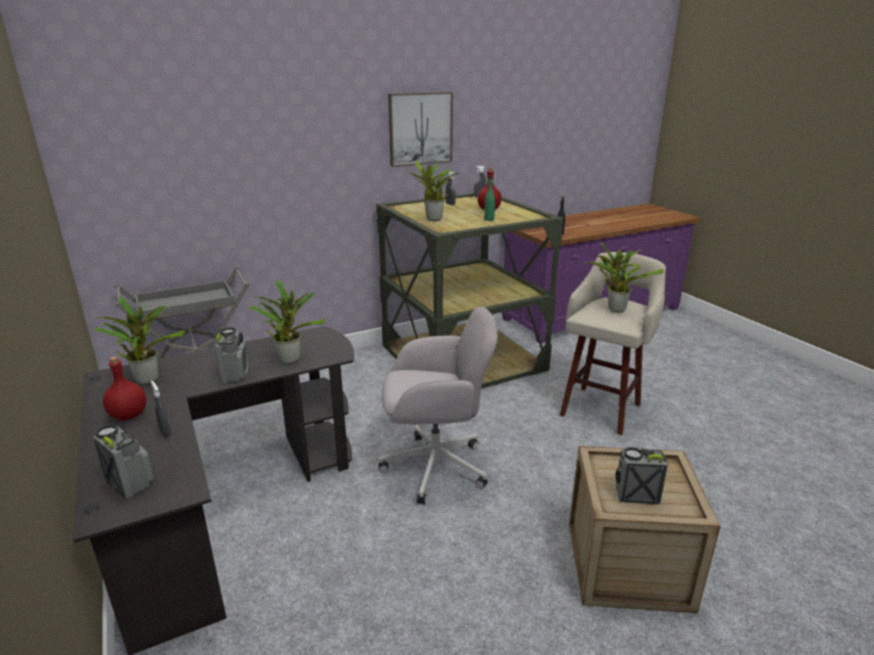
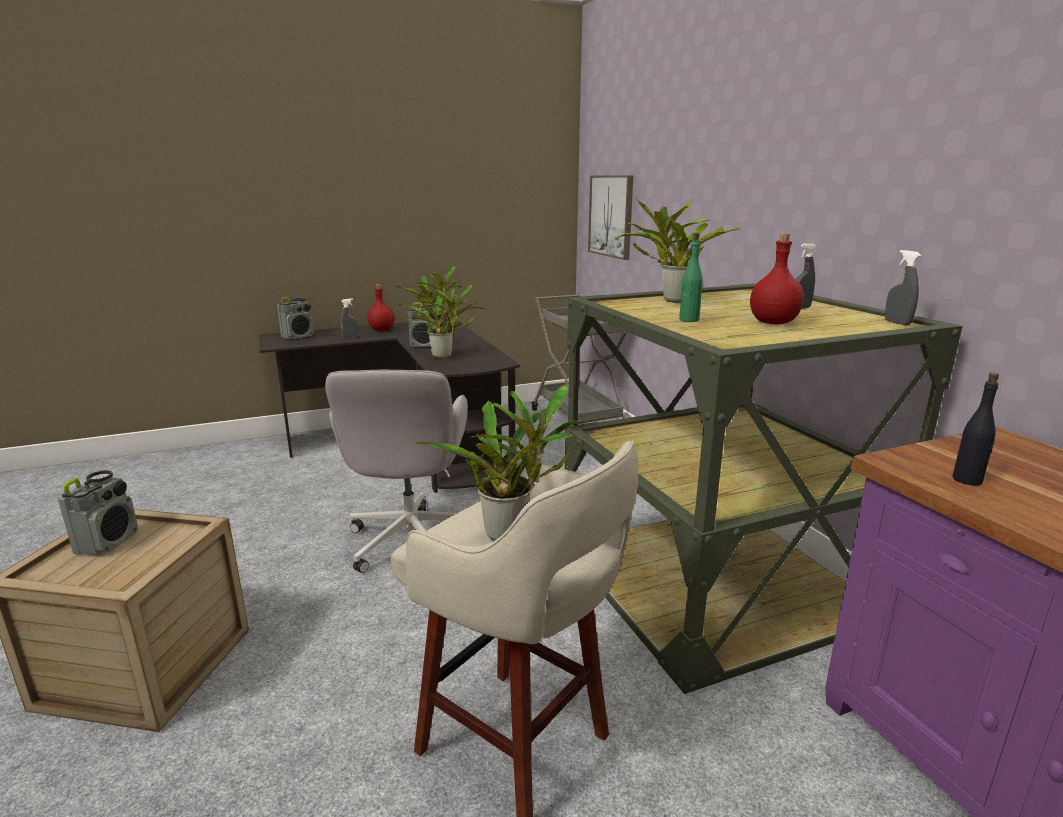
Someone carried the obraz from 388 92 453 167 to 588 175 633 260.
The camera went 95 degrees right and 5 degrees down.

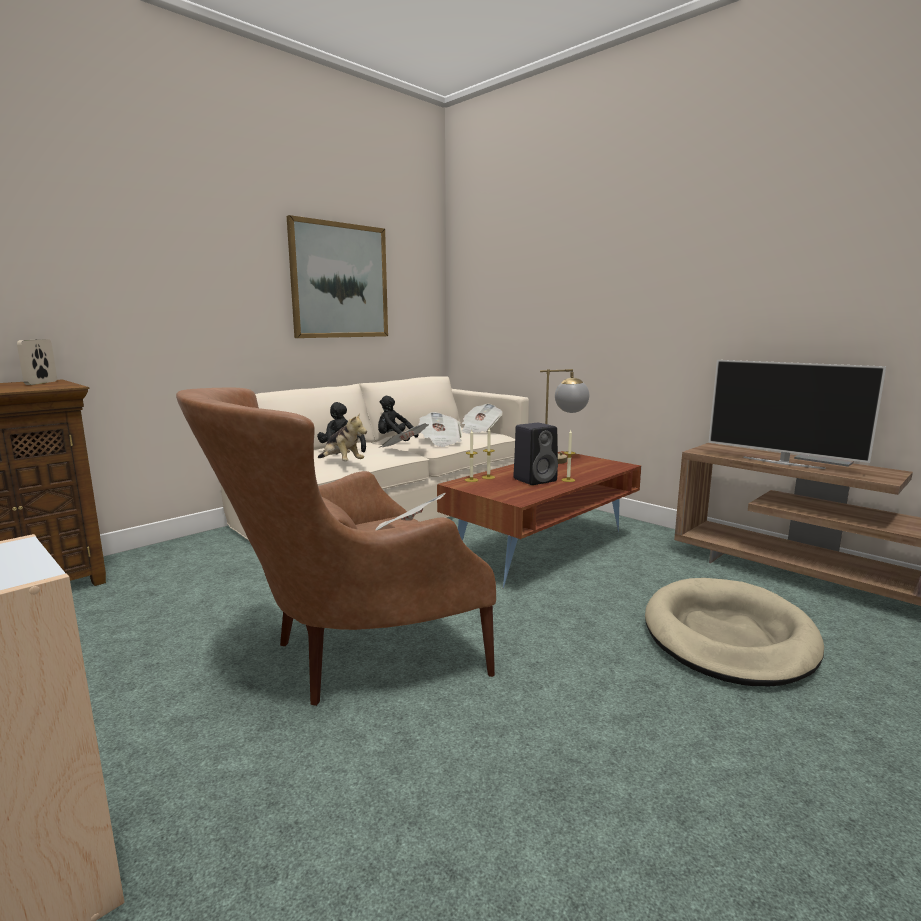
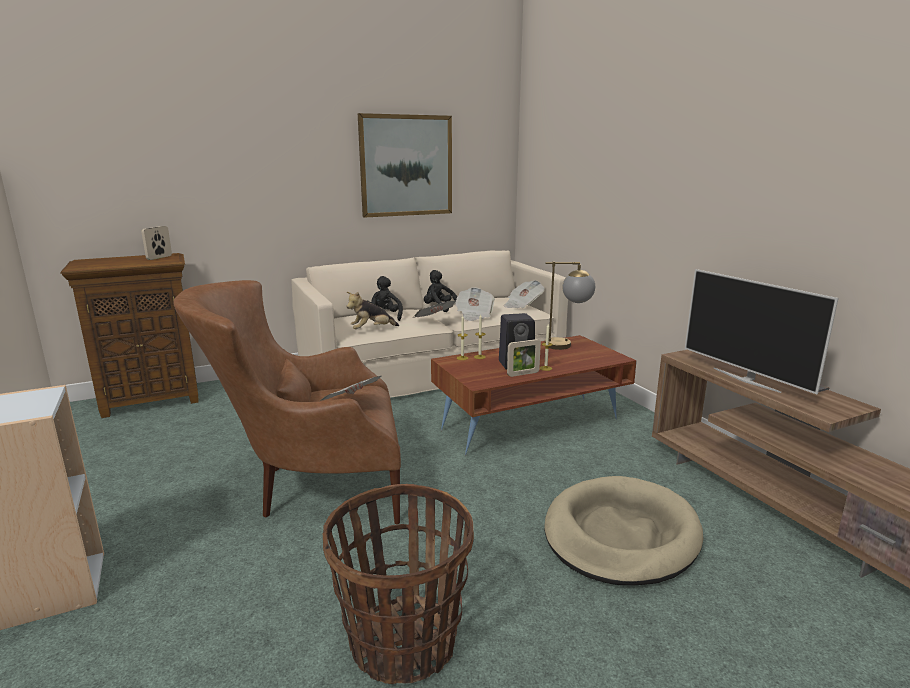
Someone rotated the pluszak at 318 413 367 461 by 90 degrees clockwise.
Someone put down the koszyk at 323 484 474 684.
Someone put down the ramka na zdjęcie at 507 339 541 377.
The camera went 20 degrees right and 5 degrees up.

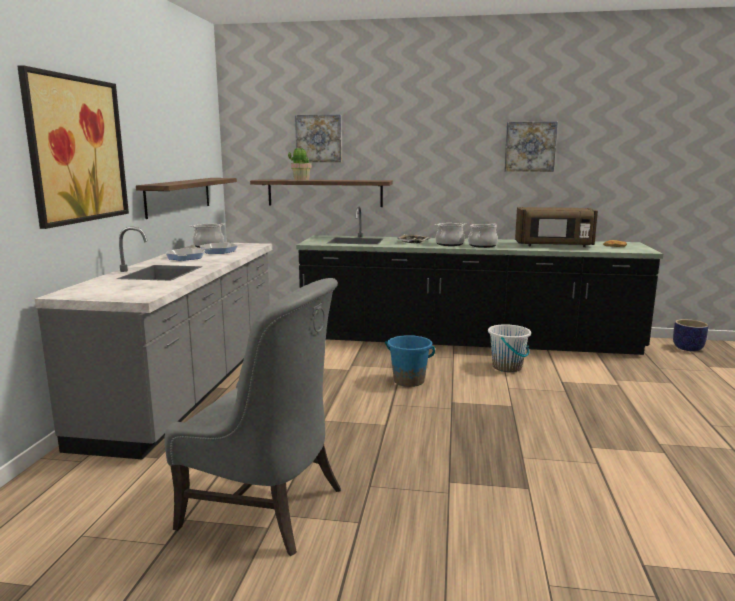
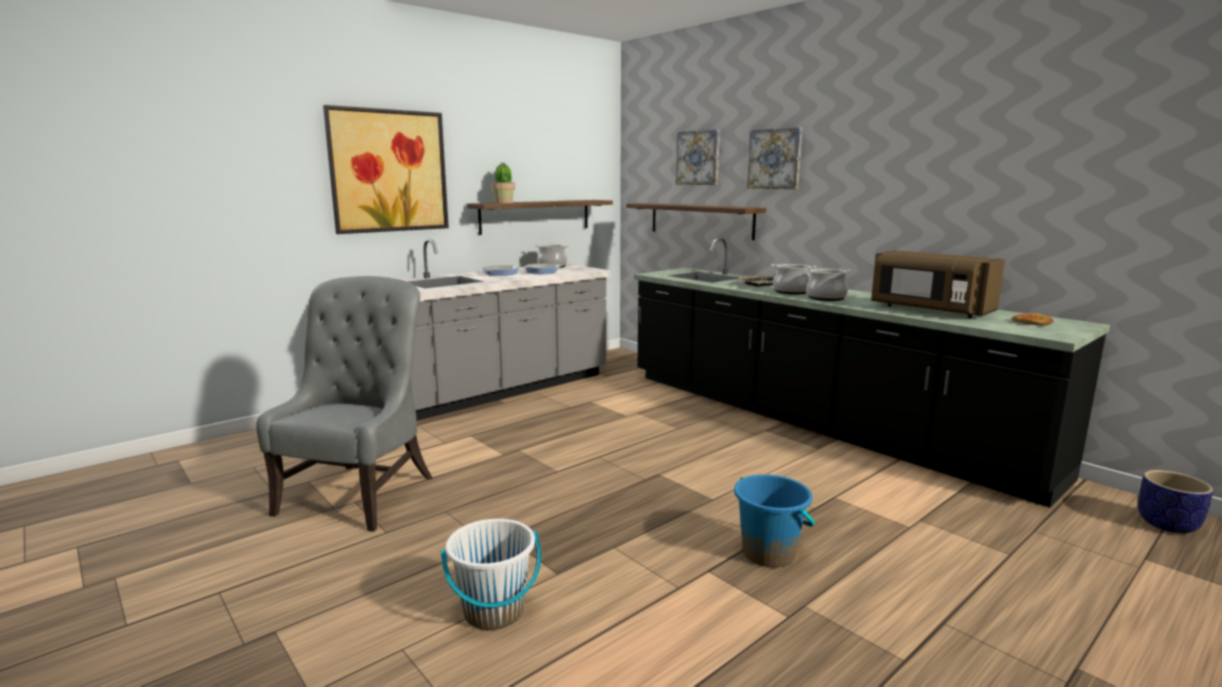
Someone rotated the krzesło (szary) at 165 278 341 556 by 135 degrees counterclockwise.
Someone carried the roślina doniczkowa from 288 146 311 181 to 491 162 515 203.
Someone carried the wiadro (niebieski) from 385 335 435 387 to 734 474 815 568.
Someone carried the wiadro (biały) from 488 324 531 372 to 441 519 541 630.
Someone carried the obraz from 504 122 558 172 to 747 127 802 189.
The camera went 40 degrees right and 0 degrees up.

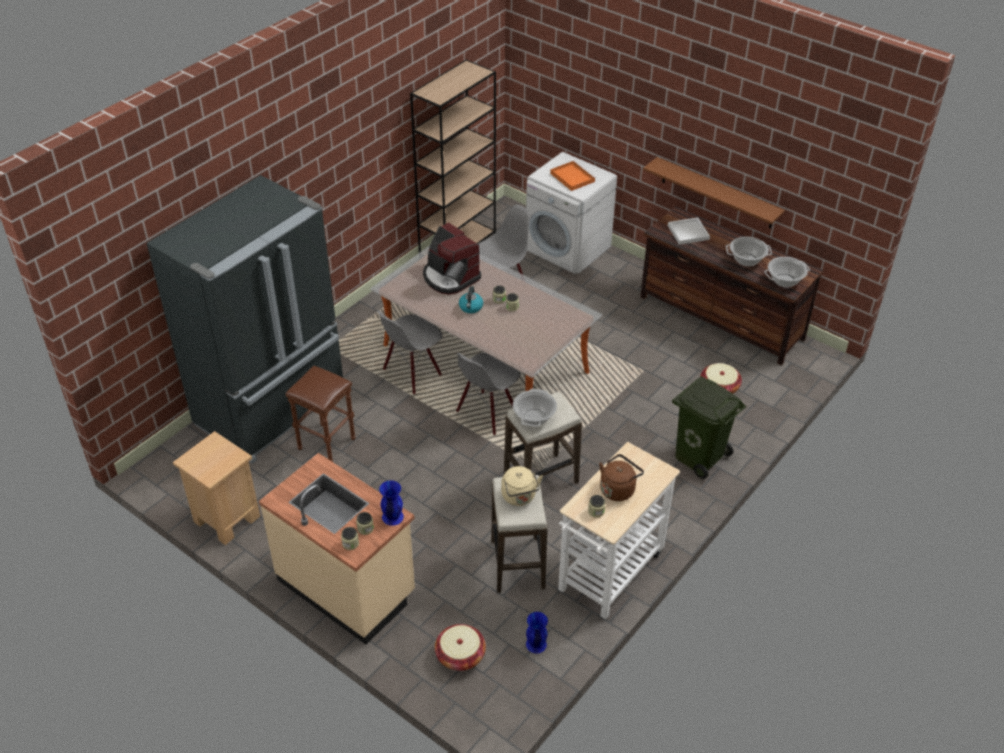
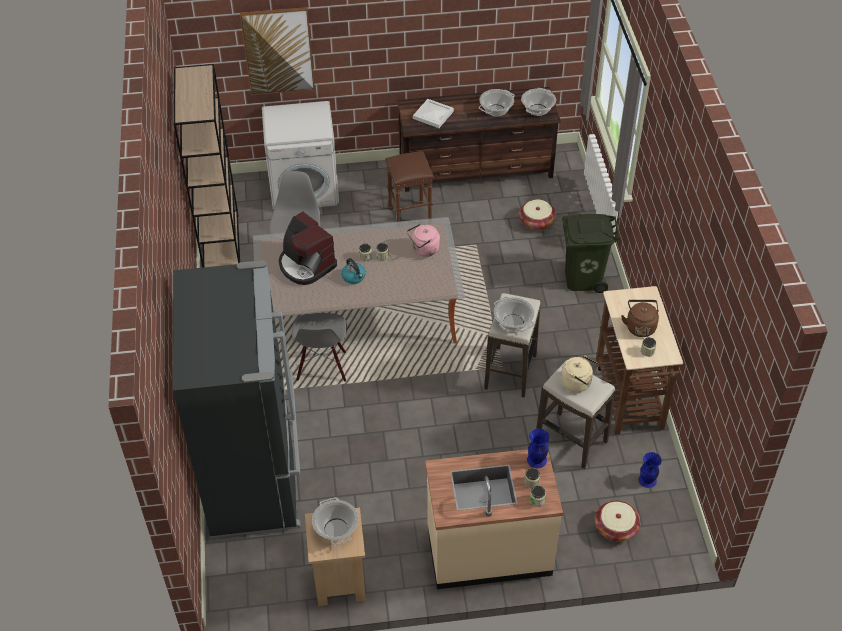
Someone carried the stołek (brązowy) from 286 366 355 462 to 385 151 434 222.
Someone rotated the ekspres do kawy at 423 223 481 295 by 45 degrees clockwise.
Someone took away the krzesło (szary) at 456 353 521 435.
Someone took away the taca (pomarańczowy) at 550 161 596 191.
Someone repainted the wózek (biały) at 558 442 680 619, which became the wózek (brązowy) at 596 286 683 435.
Someone took away the półka (brązowy) at 643 157 785 229.
Someone put up the obraz at 240 7 315 95.
Someone put down the garnek at 312 497 358 545.
Someone put down the czajnik (różowy) at 407 224 440 257.
The camera went 45 degrees left and 5 degrees up.

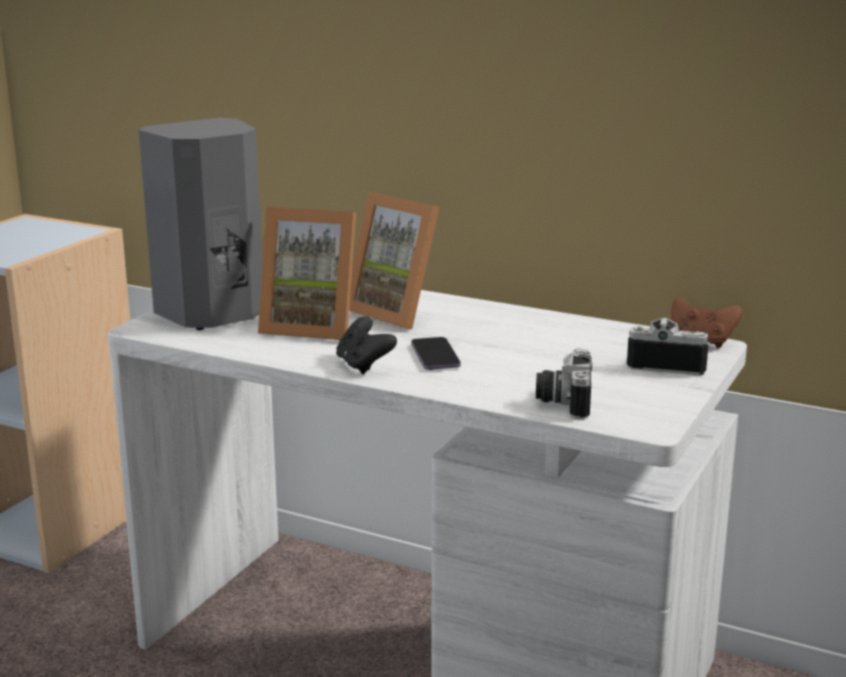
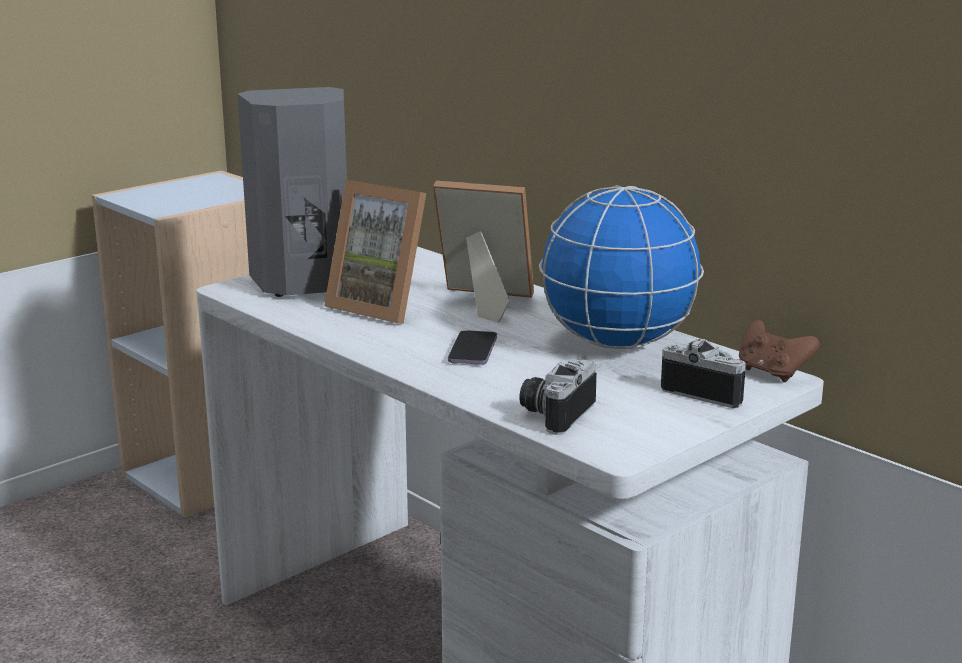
Someone took away the pad do gier (czarny) at 336 316 397 374.
Someone rotated the ramka na zdjęcie at 349 192 440 329 by 135 degrees clockwise.
Someone put down the globus at 539 185 704 349.
The camera went 20 degrees right and 0 degrees up.

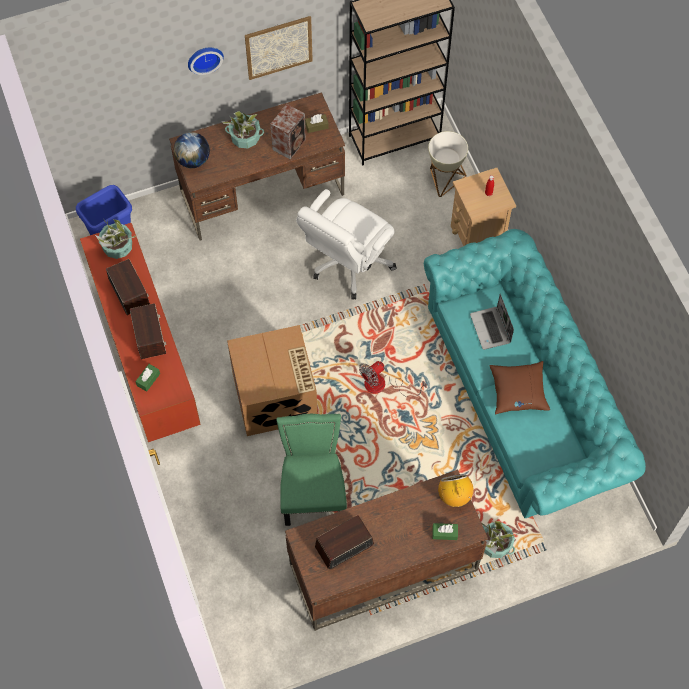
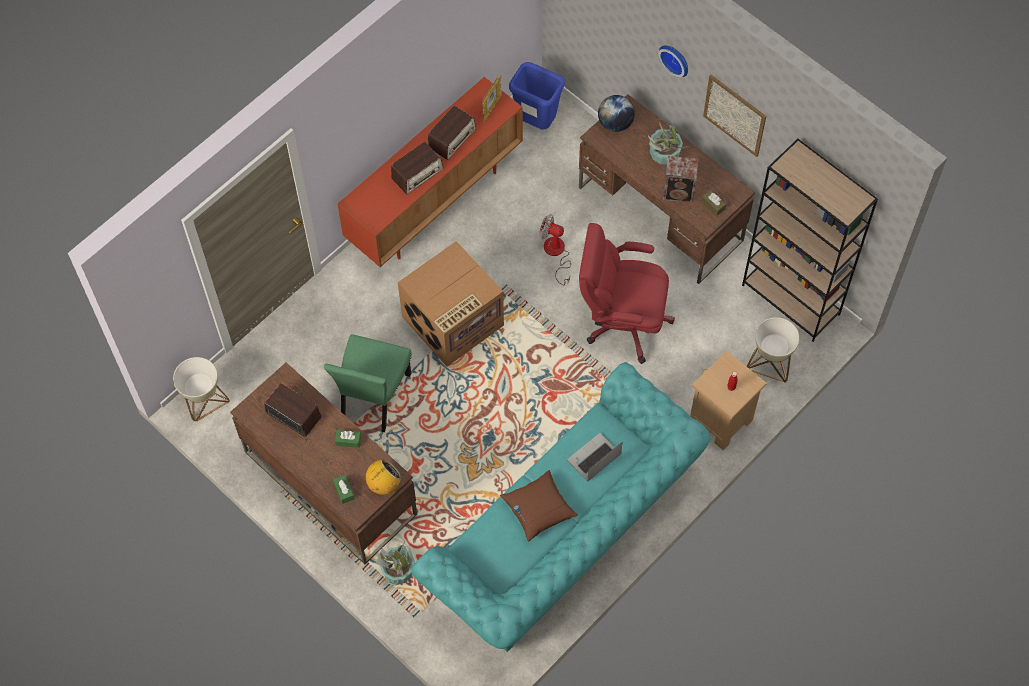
Someone swapped the roślina doniczkowa at 95 219 138 259 for the ramka na zdjęcie at 482 75 502 122.
Someone carried the pudełko chusteczek (zielony) from 135 364 160 392 to 335 430 361 448.
Someone rotated the krzesło (zielony) at 276 414 347 526 by 135 degrees clockwise.
Someone repainted the krzesło biurowe (biały) at 296 189 397 300, which became the krzesło biurowe (czerwony) at 579 223 675 364.
Someone carried the wentylator from 359 361 427 397 to 539 214 571 285.
Someone put down the donica at 173 357 230 421.
The camera went 65 degrees right and 0 degrees up.

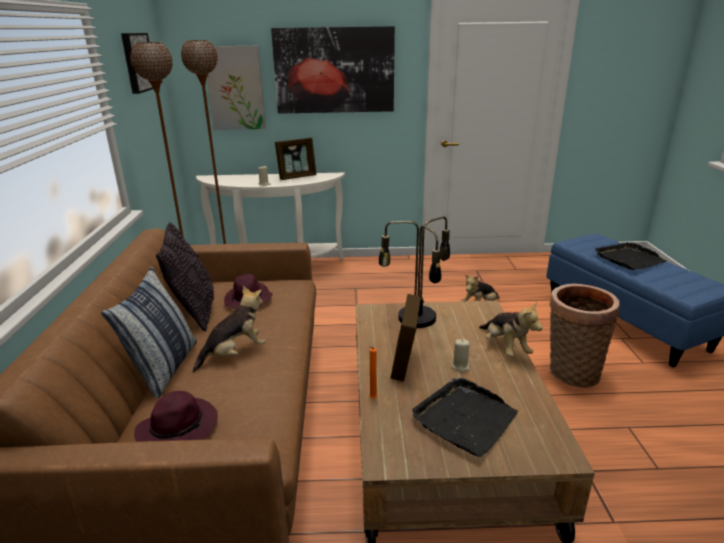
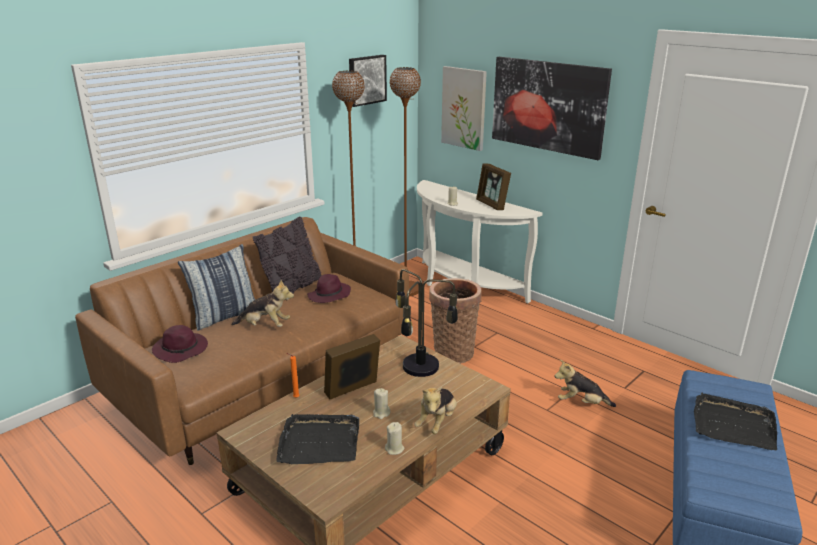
Someone rotated the ramka na zdjęcie at 275 138 317 180 by 45 degrees clockwise.
Someone carried the koszyk from 550 284 619 388 to 429 278 482 364.
Someone put down the świeca (beżowy) at 385 422 405 455.
The camera went 45 degrees right and 0 degrees up.

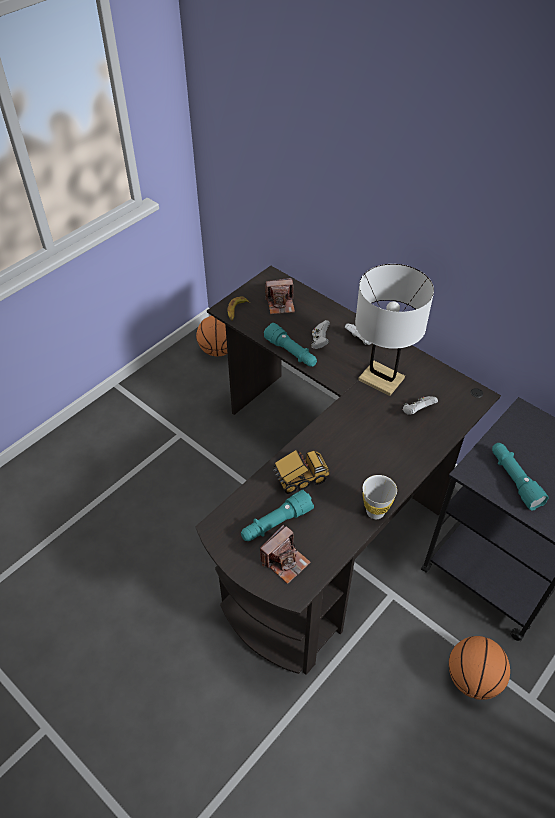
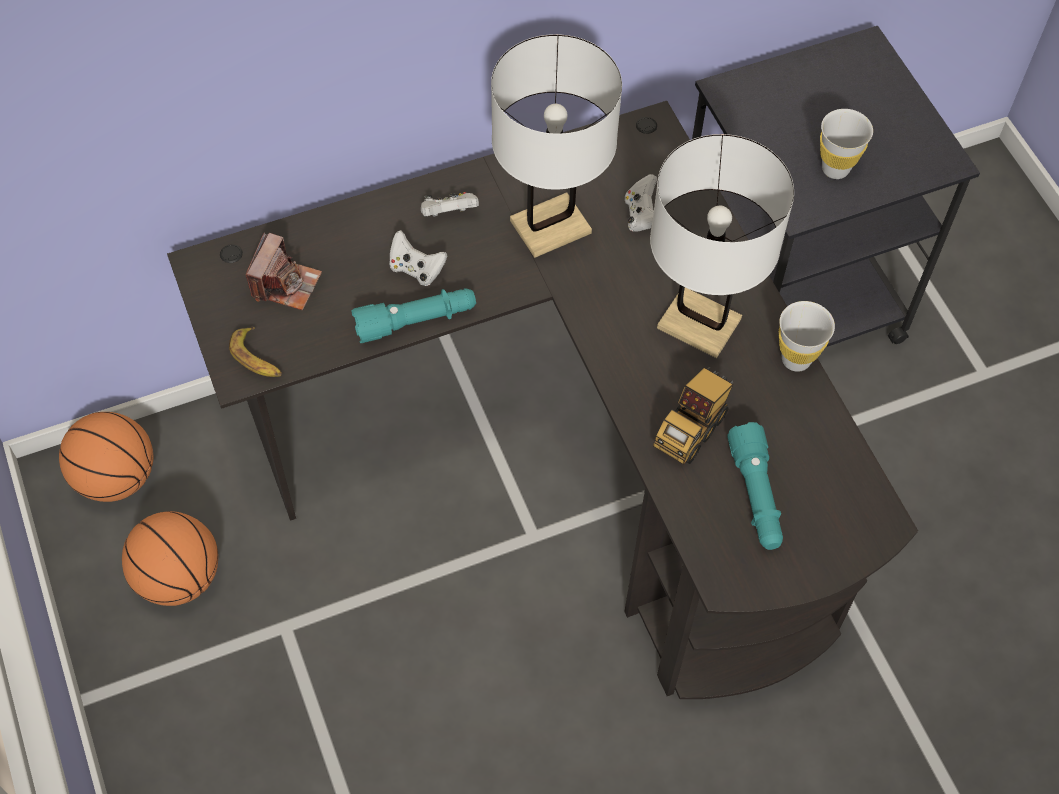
Someone took away the aparat fotograficzny at 260 525 311 584.
Someone rotated the ciężarówka zabawkowa at 272 449 330 494 by 150 degrees counterclockwise.
Someone carried the piłka do koszykówki from 449 636 510 700 to 122 511 218 606.
Someone swapped the latarka (turkusowy) at 492 443 549 511 for the filiżanka (biały) at 820 109 873 179.
Someone put down the lampa stołowa (biały) at 650 134 794 358.
The camera went 65 degrees left and 10 degrees up.

